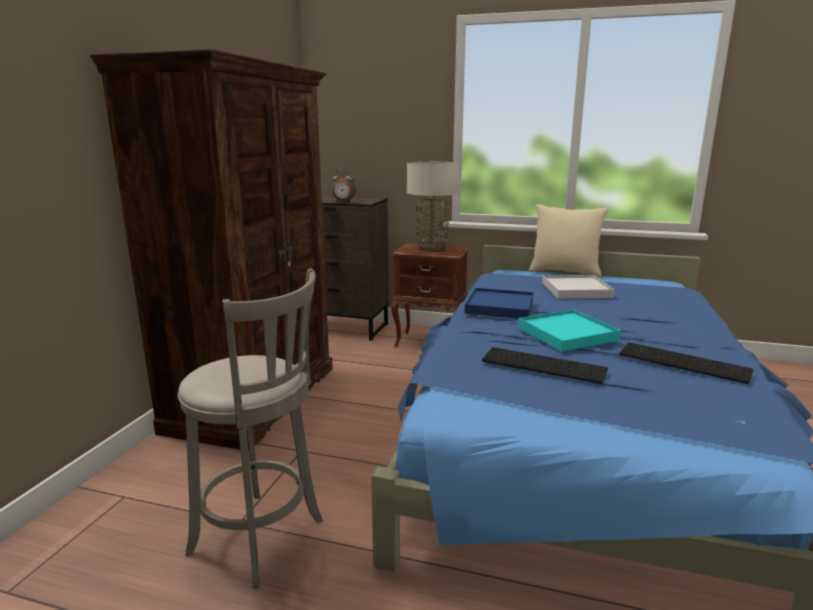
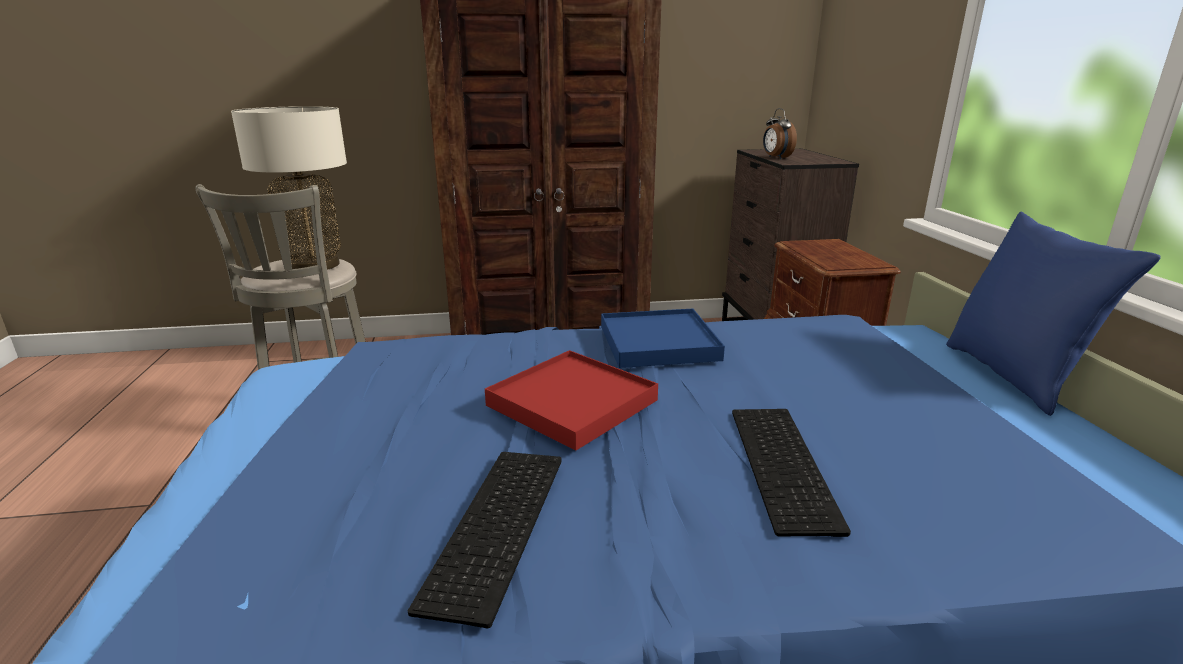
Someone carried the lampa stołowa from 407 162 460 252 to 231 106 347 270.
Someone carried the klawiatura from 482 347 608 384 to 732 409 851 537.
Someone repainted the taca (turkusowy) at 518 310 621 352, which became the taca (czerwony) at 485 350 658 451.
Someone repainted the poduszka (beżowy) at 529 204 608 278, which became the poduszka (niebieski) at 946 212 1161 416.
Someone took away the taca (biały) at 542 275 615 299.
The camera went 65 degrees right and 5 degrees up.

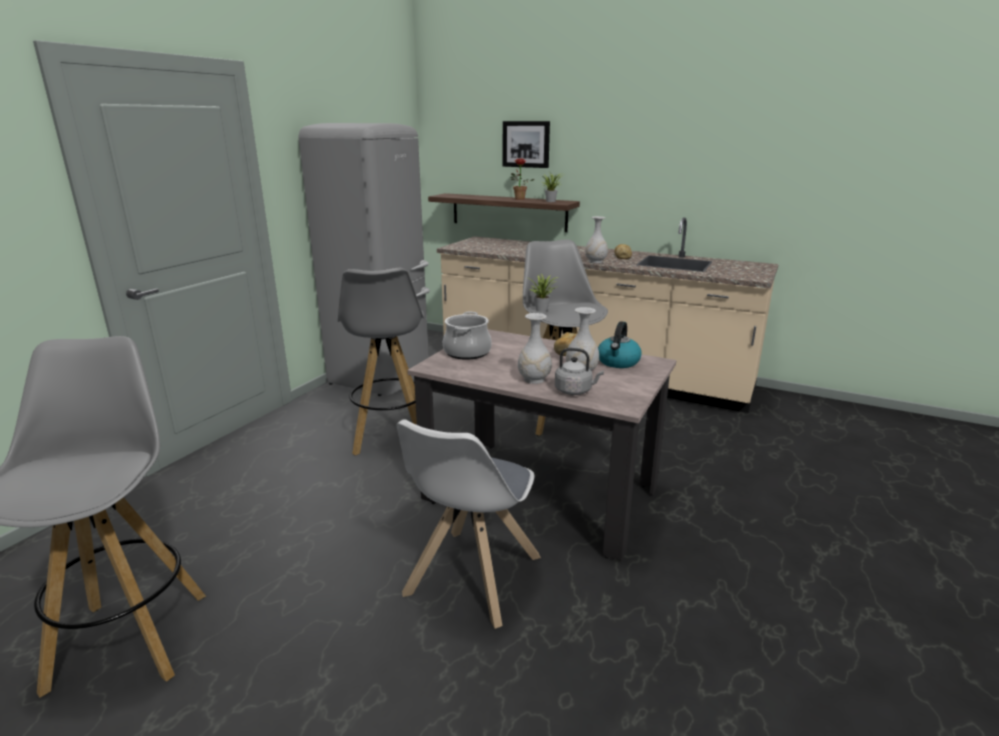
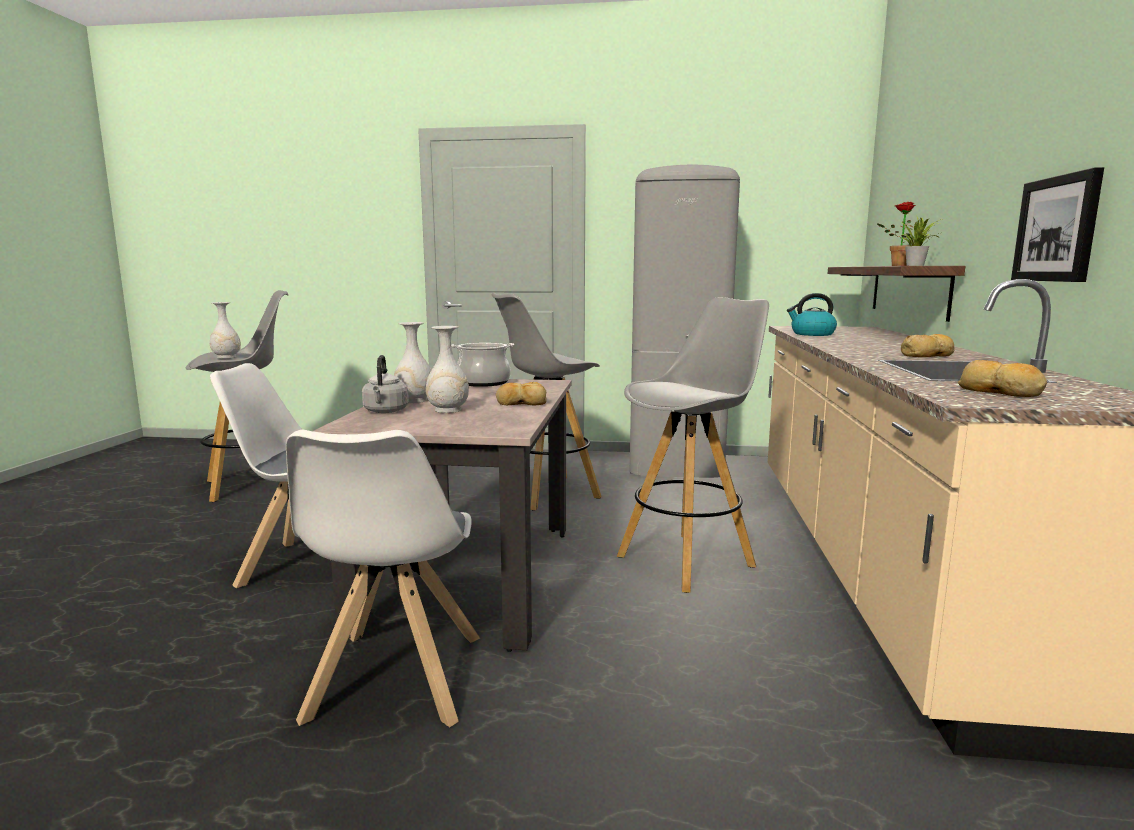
Someone carried the obraz from 503 121 550 168 to 1011 167 1104 282.
Someone took away the roślina doniczkowa at 529 274 559 312.
Someone carried the wazon (biały) from 585 216 608 263 to 210 302 241 359.
Someone carried the czajnik from 598 321 642 368 to 787 293 837 336.
Someone put down the krzesło at 286 430 480 728.
Someone put down the chleb at 958 360 1047 397.
The camera went 70 degrees right and 10 degrees down.

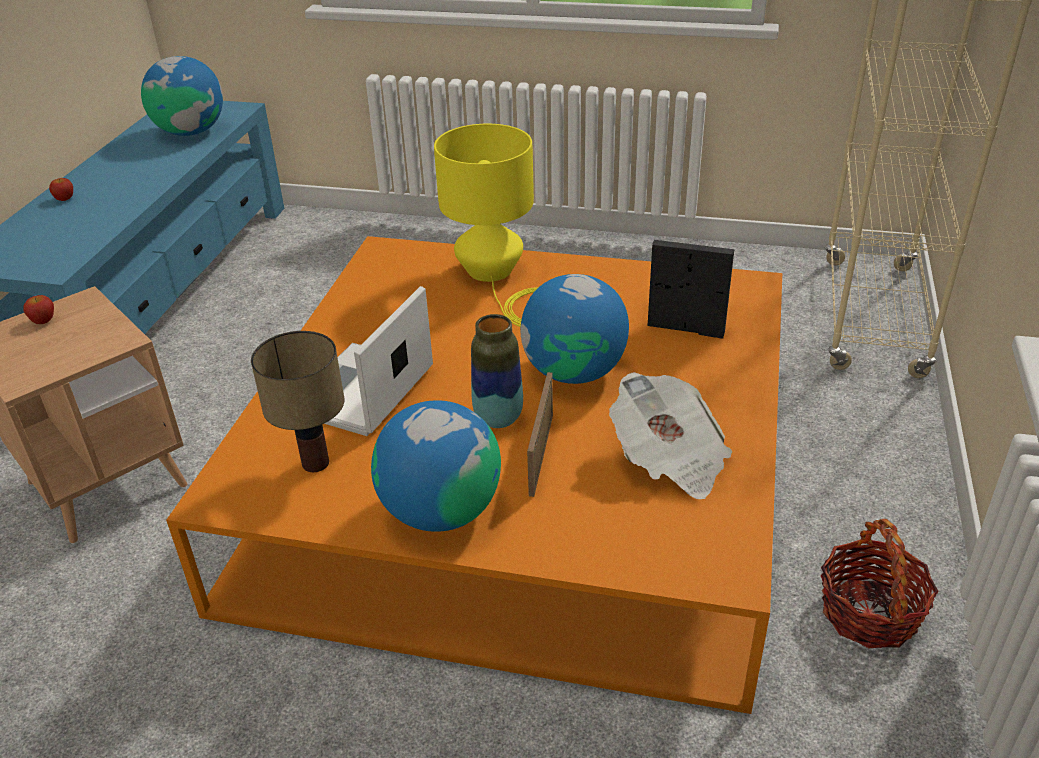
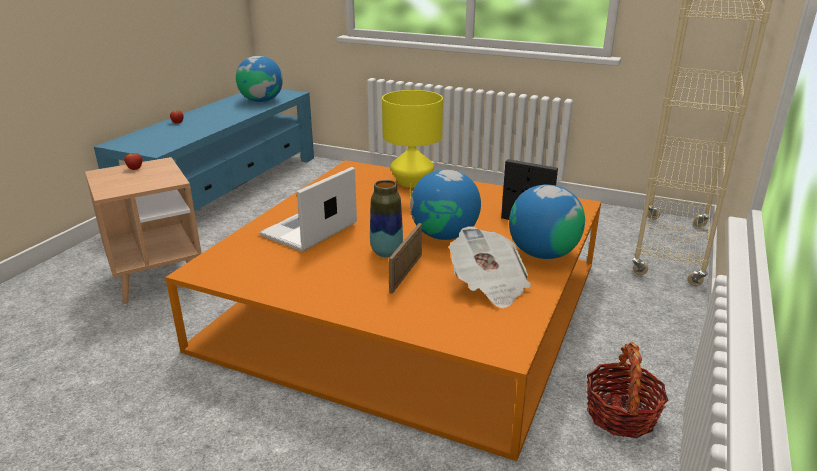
Someone took away the lampa stołowa at 251 331 345 472.
Someone carried the globus from 371 400 501 532 to 509 185 585 259.
The camera went 10 degrees right and 10 degrees down.

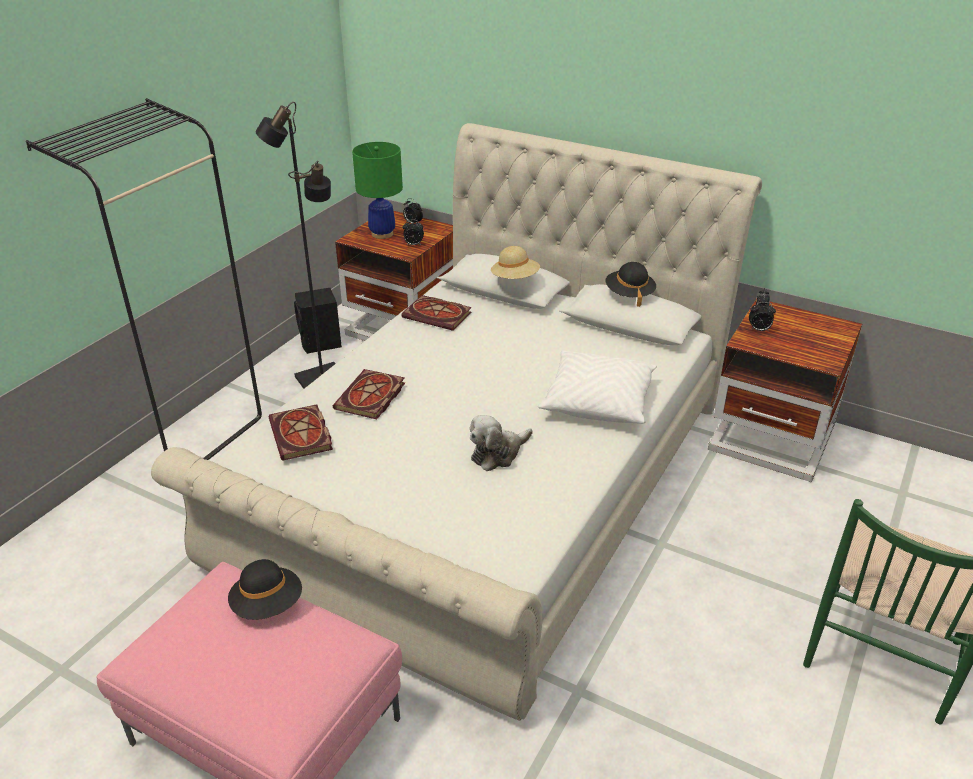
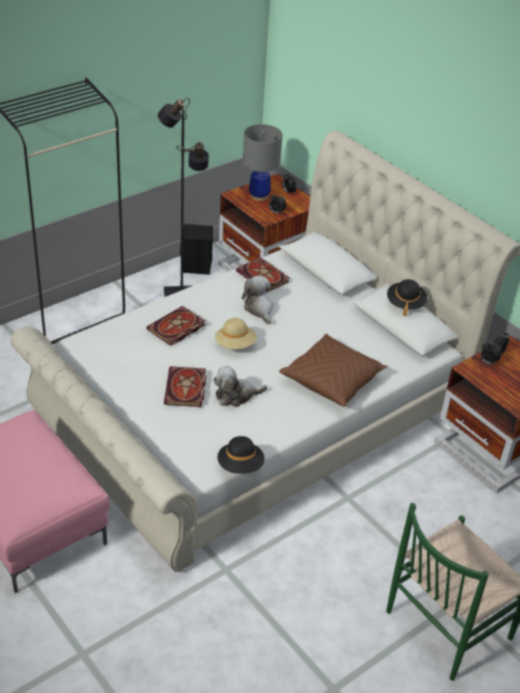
Someone carried the kapelusz (czarny) from 228 559 302 620 to 217 436 265 474.
Someone carried the książka from 268 404 333 461 to 164 366 206 407.
Someone repainted the lampa stołowa (zielony) at 352 142 403 239, which became the lampa stołowa (szary) at 243 124 282 201.
Someone carried the kapelusz (beżowy) from 491 246 540 279 to 215 318 257 349.
Someone repainted the poduszka (biały) at 538 350 657 424, which became the poduszka (brązowy) at 279 334 387 407.
Someone put down the pluszak at 242 276 273 324.
The camera went 20 degrees right and 5 degrees up.

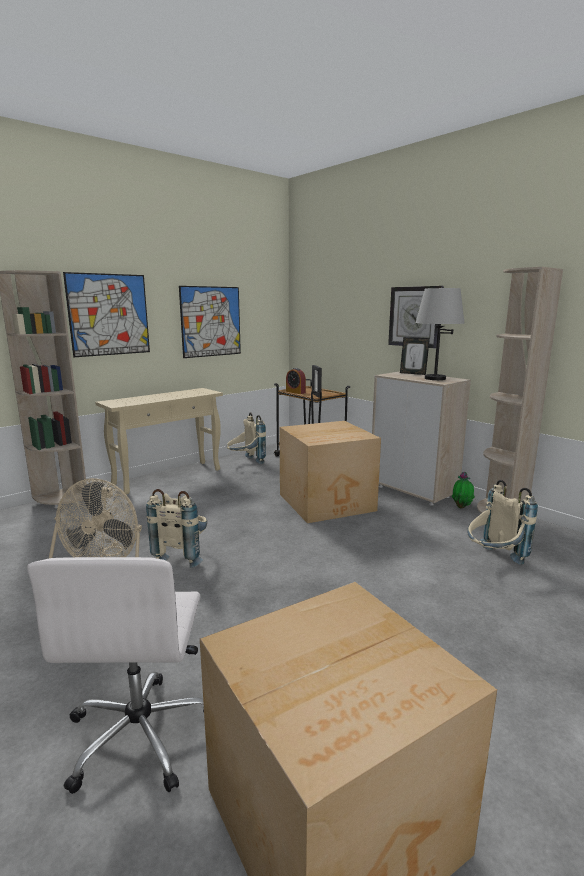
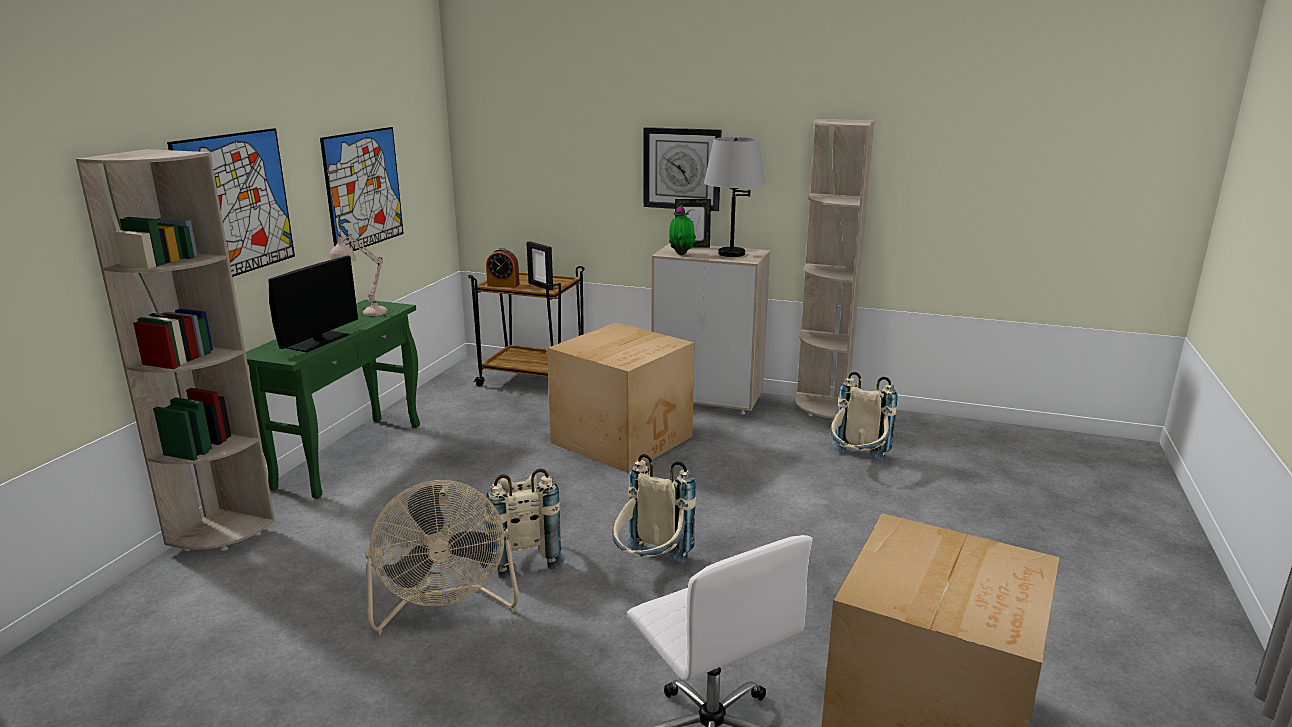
Someone repainted the stolik konsolowy (beżowy) at 95 388 223 494, which became the stolik konsolowy (zielony) at 246 300 420 499.
Someone carried the plecak (beżowy) from 227 412 266 464 to 612 454 696 563.
Someone carried the roślina doniczkowa from 452 472 475 509 to 669 206 696 255.
Someone put down the monitor at 269 256 358 352.
Someone put down the lampa stołowa (beżowy) at 329 230 388 316.
The camera went 30 degrees left and 5 degrees up.

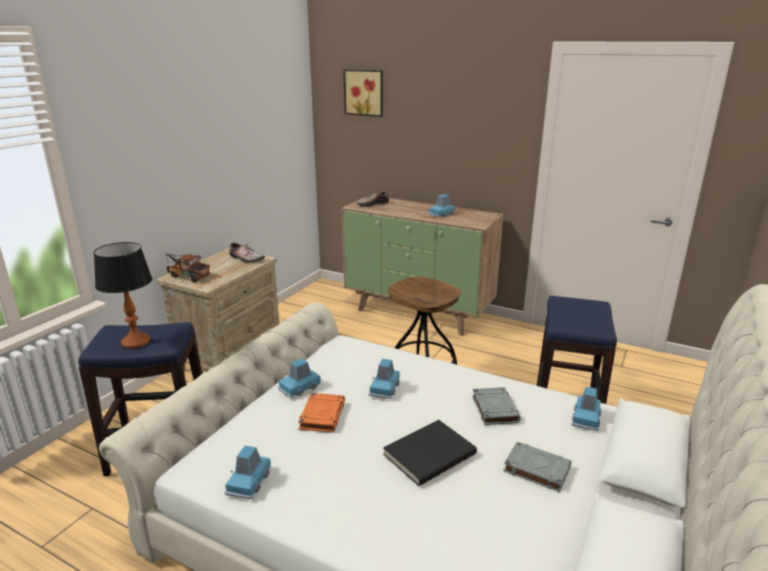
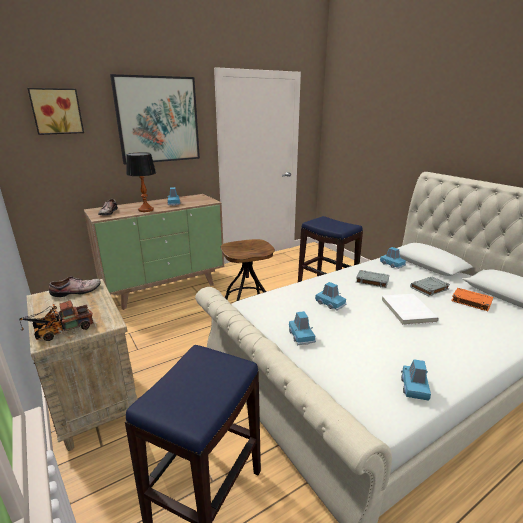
Someone carried the lampa stołowa from 94 242 152 349 to 126 152 156 212.
Someone rotated the samochodzik (niebieski) at 225 446 271 499 by 120 degrees counterclockwise.
Someone carried the książka (pomarańczowy) from 298 393 345 433 to 451 288 493 311.
Someone repainted the książka (czarny) at 383 420 477 486, which became the książka (biały) at 381 294 439 325.
Someone put up the obraz at 110 74 200 165.
The camera went 60 degrees left and 0 degrees up.

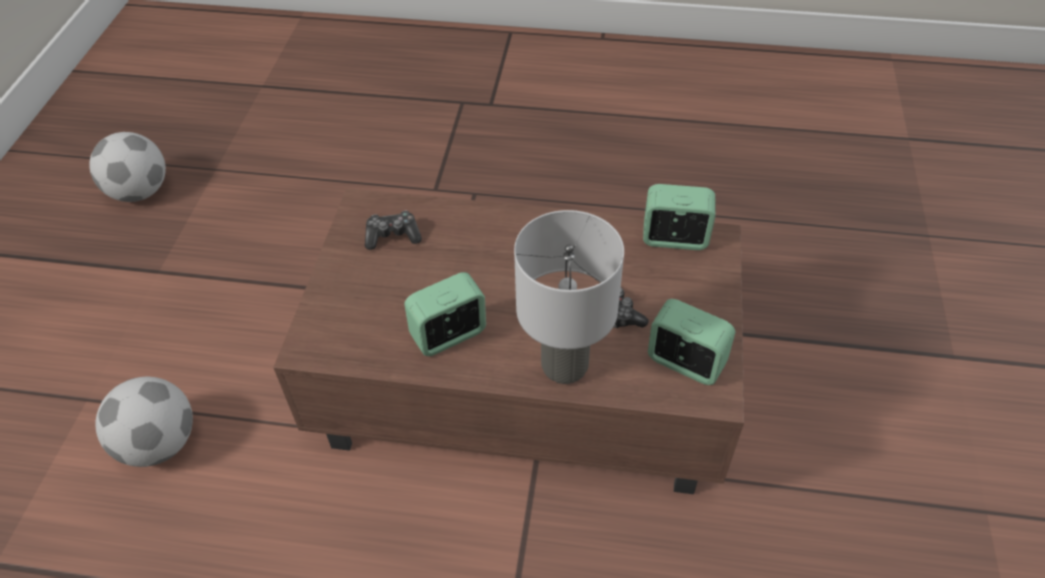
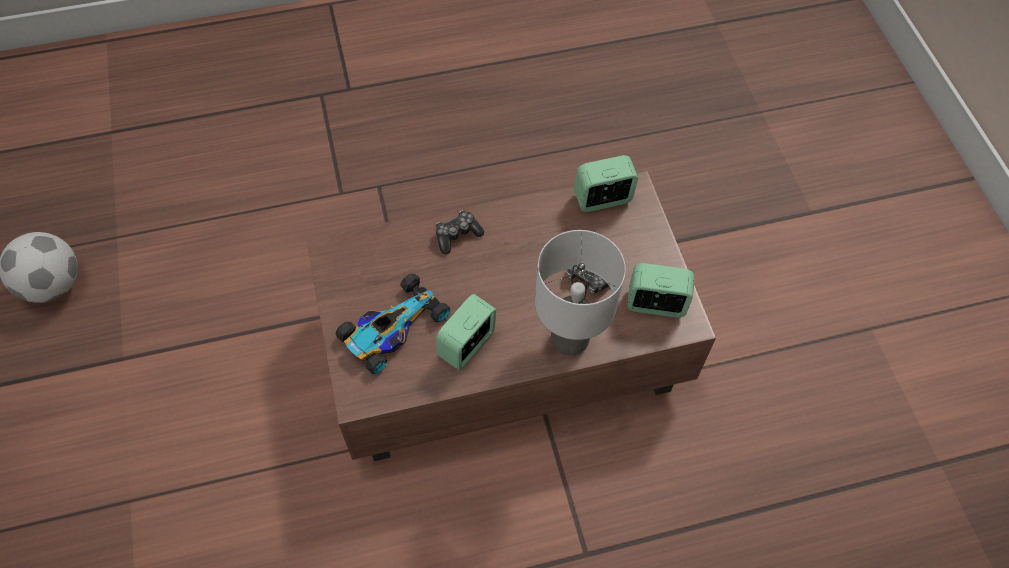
Someone took away the piłka futbolowa at 95 377 193 467.
Someone carried the pad do gier from 365 211 422 250 to 436 210 484 254.
Someone put down the samochodzik at 335 273 450 374.
The camera went 25 degrees left and 10 degrees up.

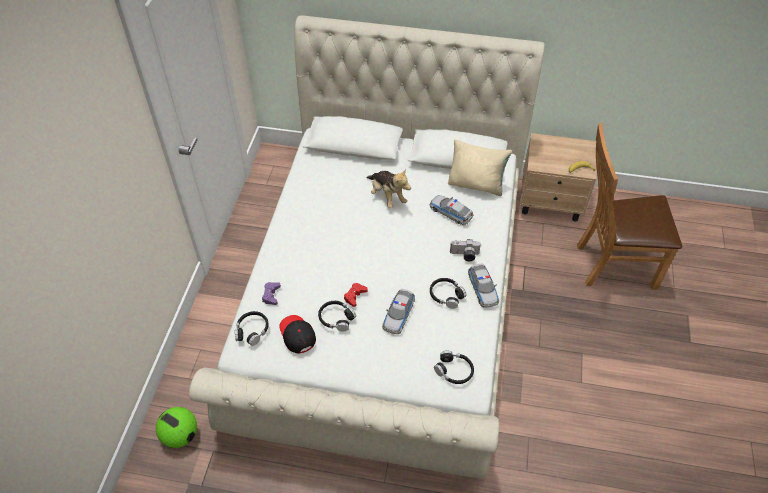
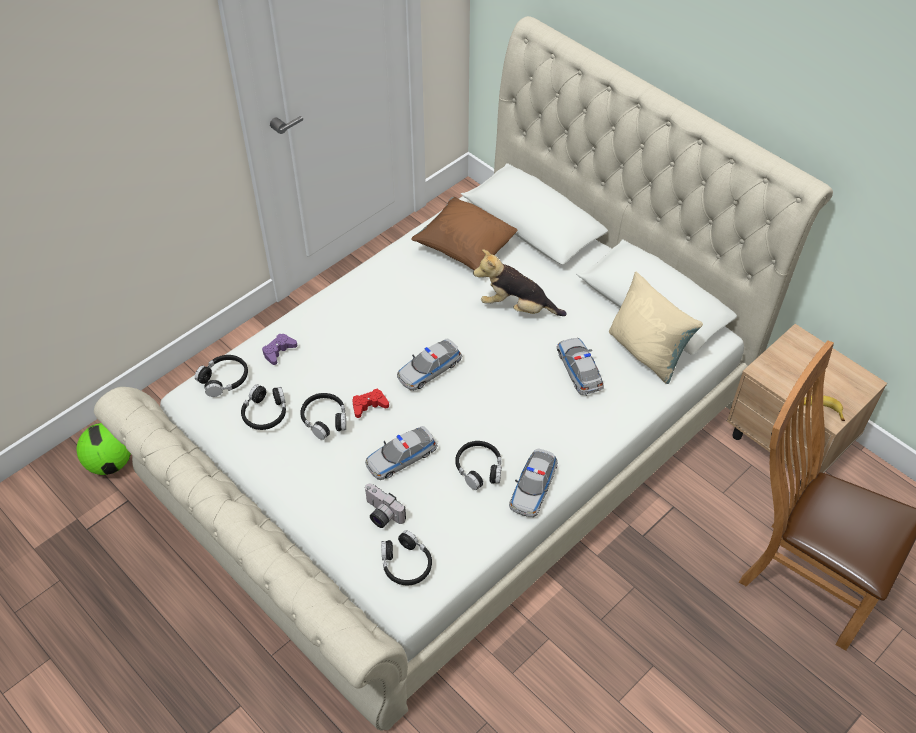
Someone swapped the czapka z daszkiem (czarny) at 279 315 316 353 for the słuchawki (czarny) at 241 384 286 430.
Someone rotated the pluszak at 366 169 411 208 by 105 degrees clockwise.
Someone carried the aparat fotograficzny from 450 239 481 261 to 364 483 406 528.
Someone put down the samochodzik at 397 338 462 391.
Someone put down the poduszka (brązowy) at 411 197 517 270.
The camera went 35 degrees right and 0 degrees up.

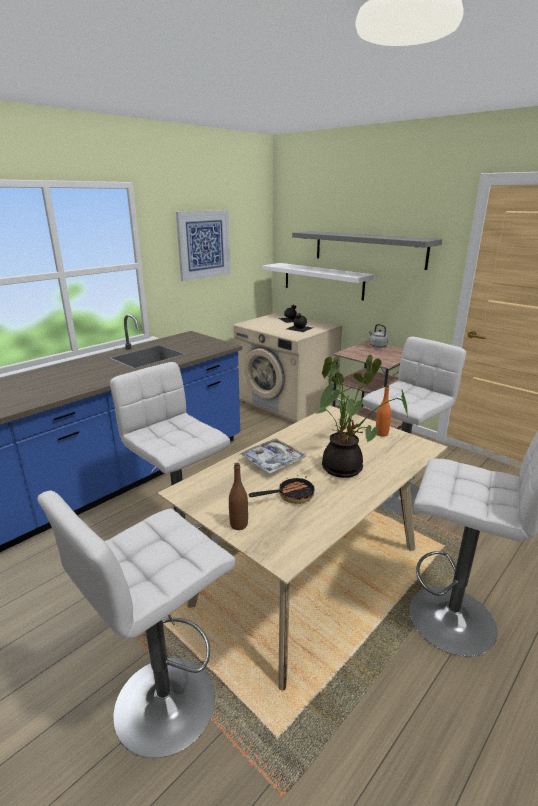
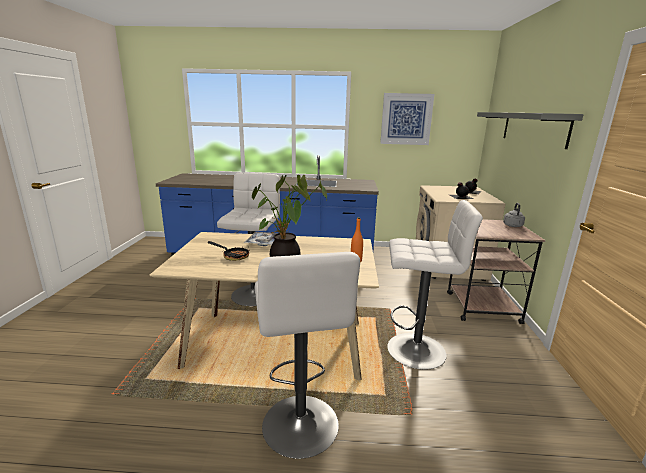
Someone took away the stołek (biały) at 37 490 235 758.
Someone took away the butelka (brązowy) at 229 463 248 530.
Someone took away the półka (biały) at 262 263 375 301.
The camera went 50 degrees right and 5 degrees down.

